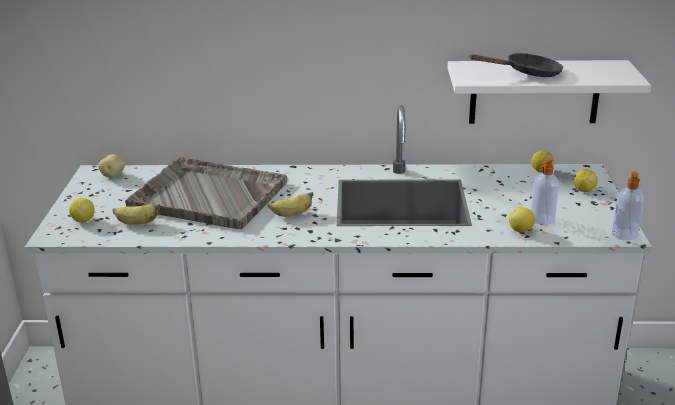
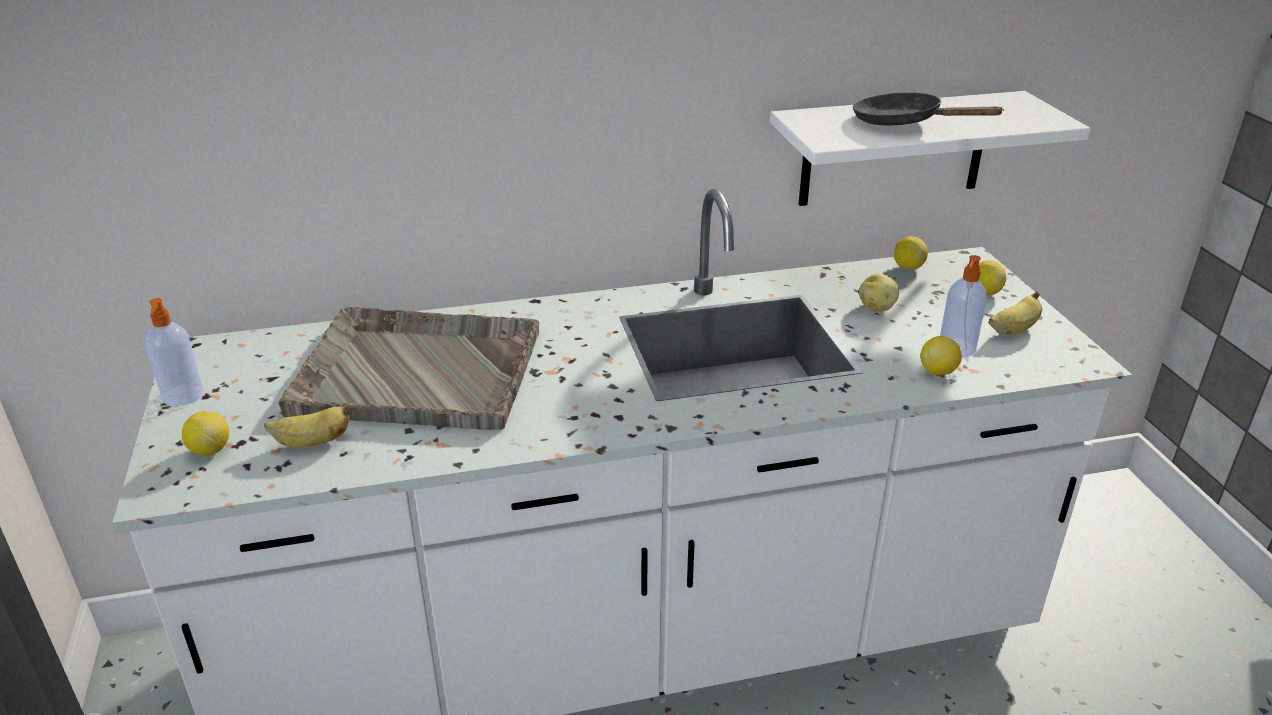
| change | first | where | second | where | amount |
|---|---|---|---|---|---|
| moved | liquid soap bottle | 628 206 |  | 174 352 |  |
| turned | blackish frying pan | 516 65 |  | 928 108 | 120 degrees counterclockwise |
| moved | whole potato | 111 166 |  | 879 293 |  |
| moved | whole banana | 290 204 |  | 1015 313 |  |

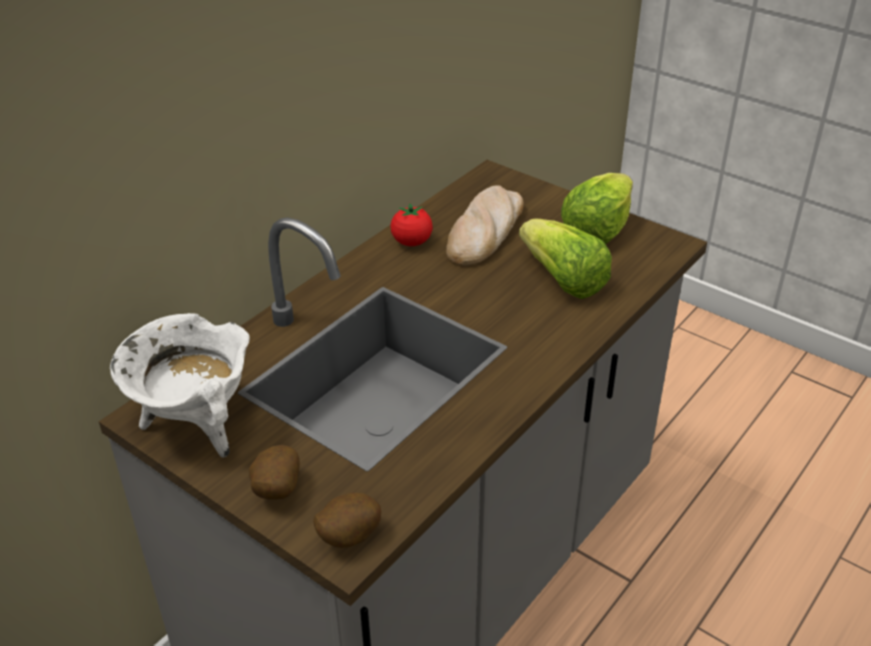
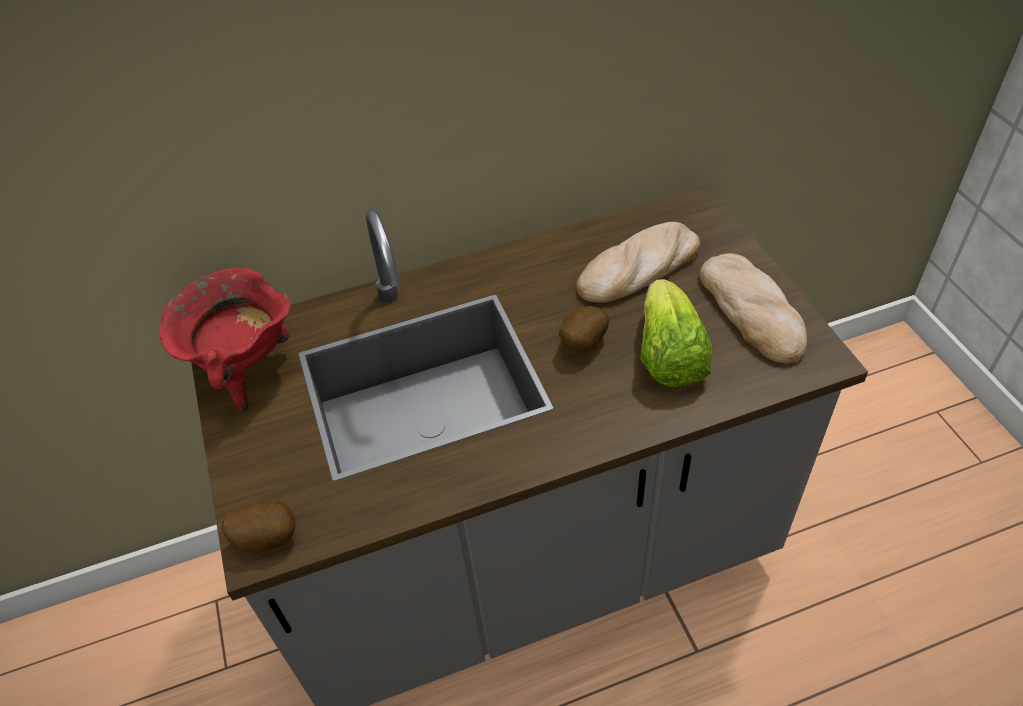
| change | first | where | second | where | amount |
|---|---|---|---|---|---|
| recoloured | white-coloured cooking pot | 179 385 | reddish cooking pot | 225 340 |  |
| moved | whole potato | 274 472 |  | 584 328 |  |
| replaced | lettuce head | 597 208 | bakery bread | 753 308 |  |
| removed | tomato | 412 224 |  |  |  |

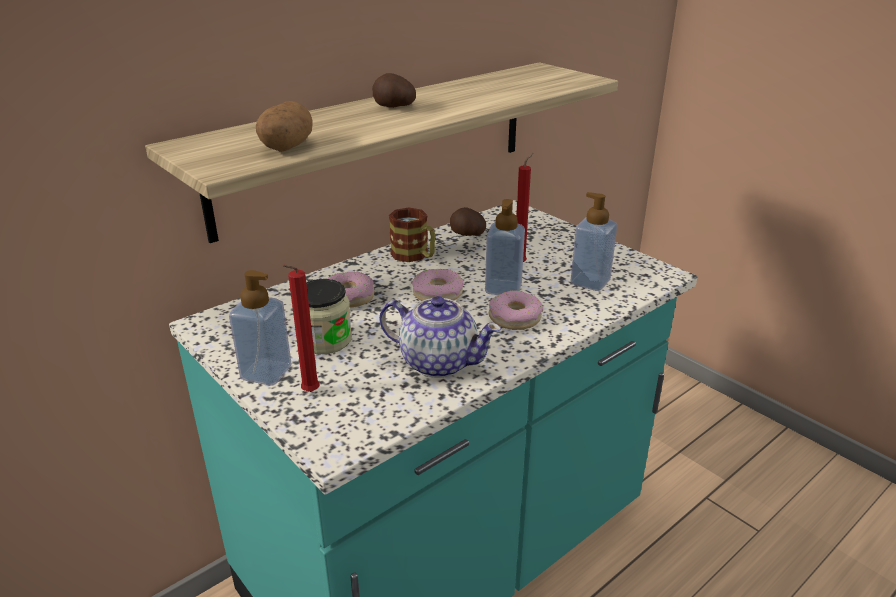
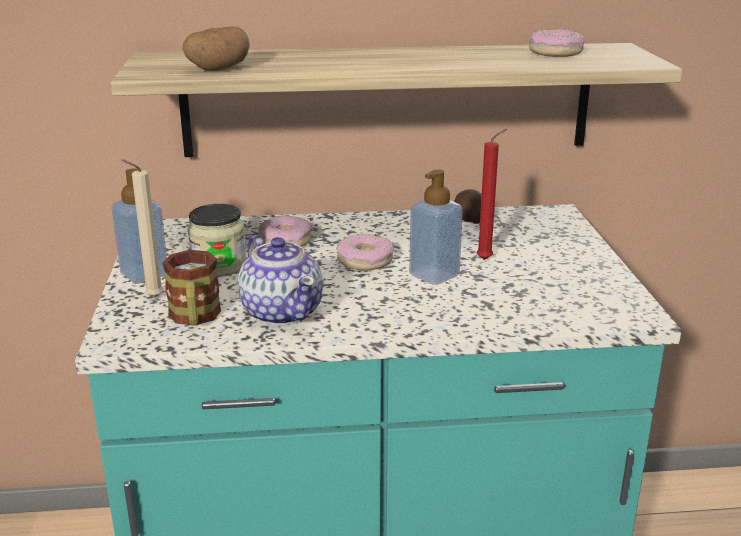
| change | first | where | second | where | amount |
|---|---|---|---|---|---|
| recoloured | reddish wax candle | 301 328 | beige-coloured wax candle | 142 228 |  |
| moved | tea mug | 412 235 |  | 191 288 |  |
| moved | doughnut | 515 310 |  | 557 43 |  |
| removed | whole potato | 394 90 |  |  |  |
| removed | liquid soap bottle | 594 241 |  |  |  |

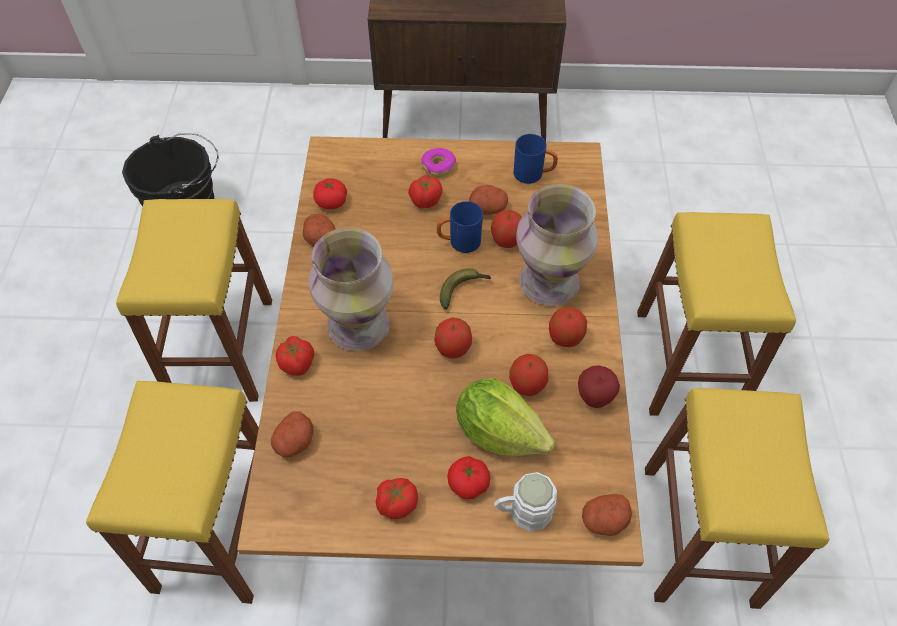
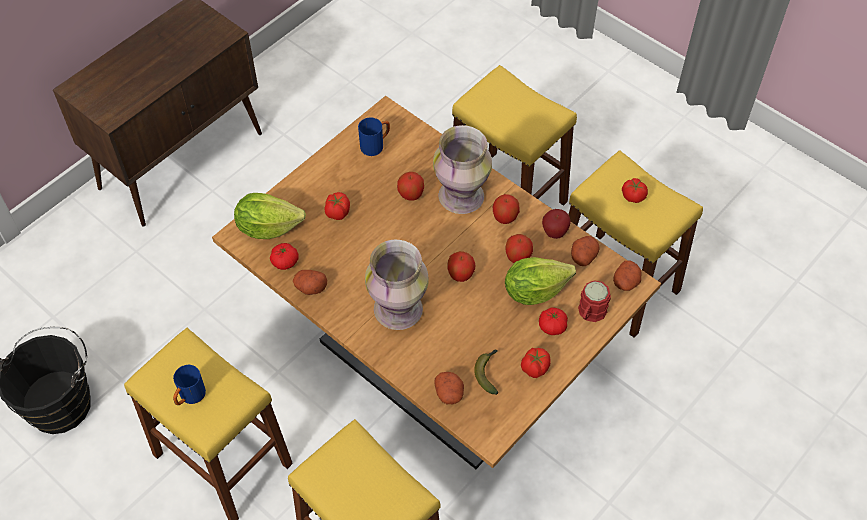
| change | first | where | second | where | amount |
|---|---|---|---|---|---|
| moved | bluish tea mug | 460 227 |  | 189 385 |  |
| added |  |  | lettuce head | 270 216 |  |
| moved | whole banana | 465 288 |  | 486 372 |  |
| moved | whole potato | 488 200 |  | 585 251 |  |
| recoloured | white-coloured tea mug | 525 501 | reddish tea mug | 594 301 |  |
| moved | tomato | 295 356 |  | 635 190 |  |
| removed | doughnut | 438 162 |  |  |  |

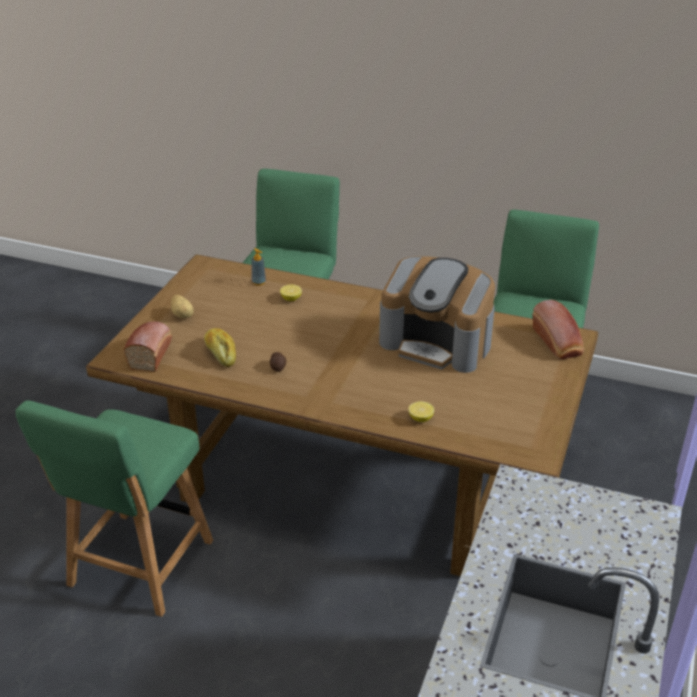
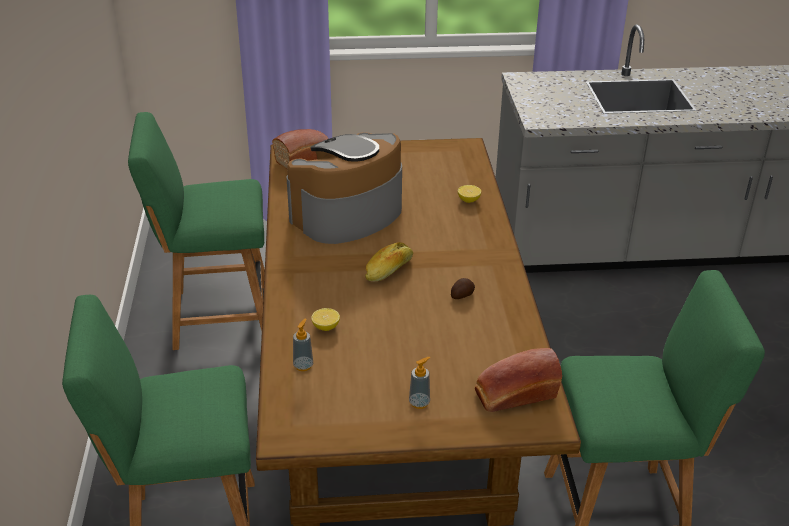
| change | first | where | second | where | amount |
|---|---|---|---|---|---|
| turned | coffee machine | 437 314 |  | 344 188 | 135 degrees counterclockwise |
| moved | bakery bread | 220 347 |  | 389 261 |  |
| replaced | whole potato | 182 306 | liquid soap bottle | 419 383 |  |

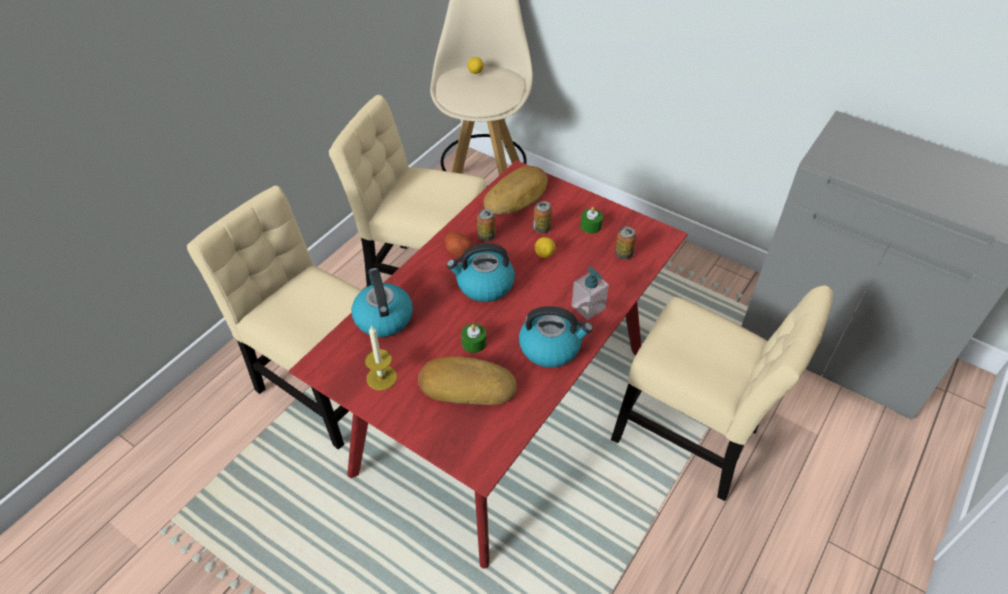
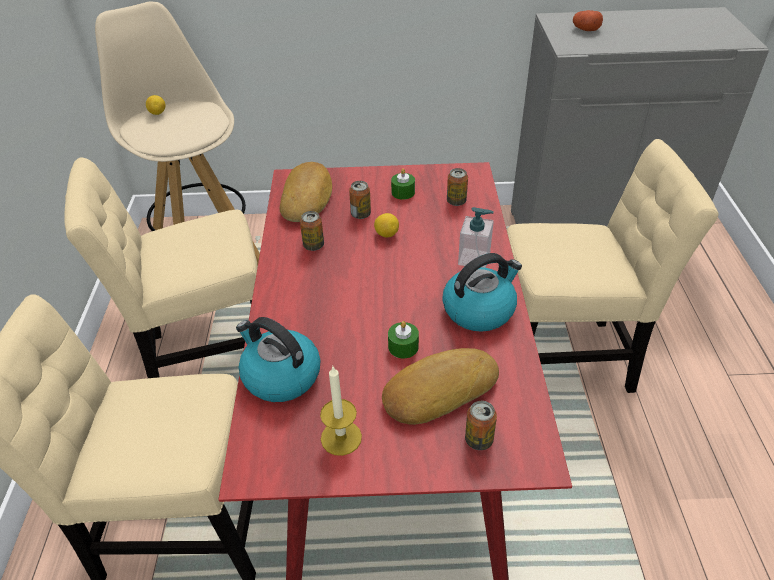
| change | first | where | second | where | amount |
|---|---|---|---|---|---|
| added |  |  | metal can | 481 425 |  |
| moved | whole potato | 458 244 |  | 588 20 |  |
| removed | tea kettle | 481 272 |  |  |  |

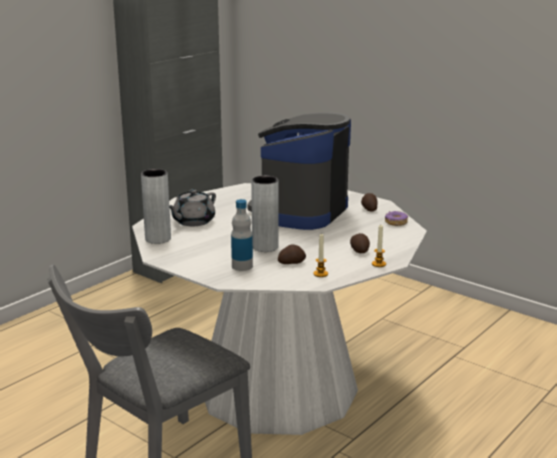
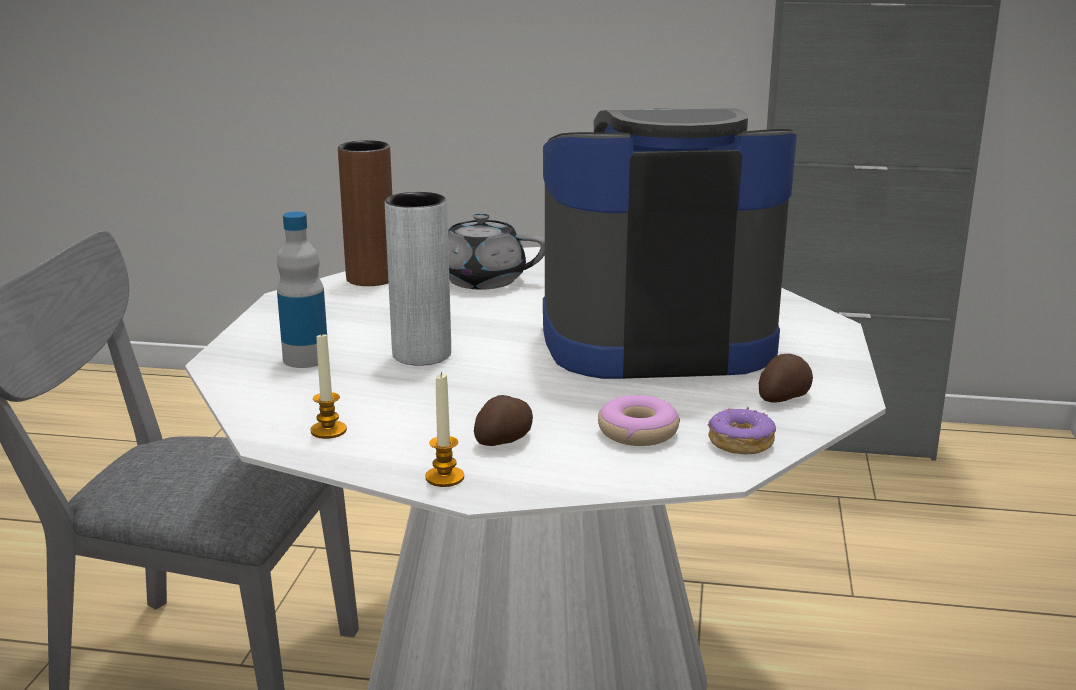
| change | first | where | second | where | amount |
|---|---|---|---|---|---|
| recoloured | greyish vase | 156 206 | brown vase | 365 213 |  |
| added |  |  | doughnut | 639 420 |  |
| removed | whole potato | 292 254 |  |  |  |

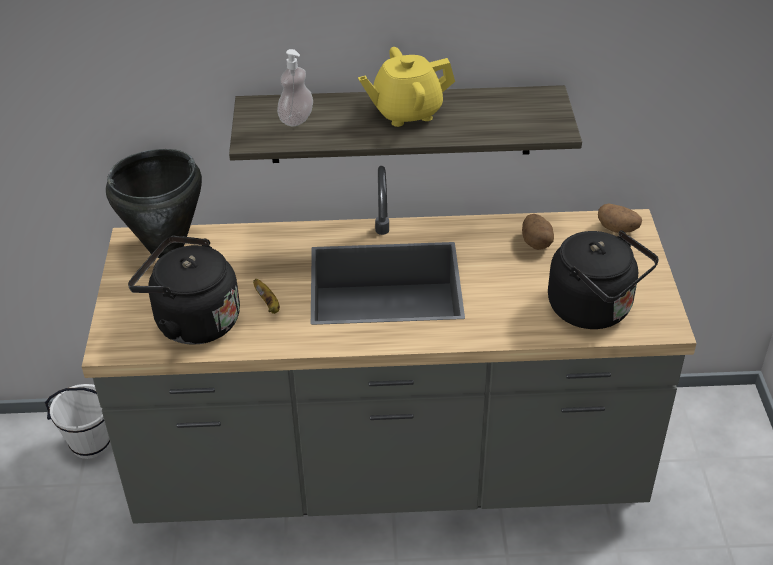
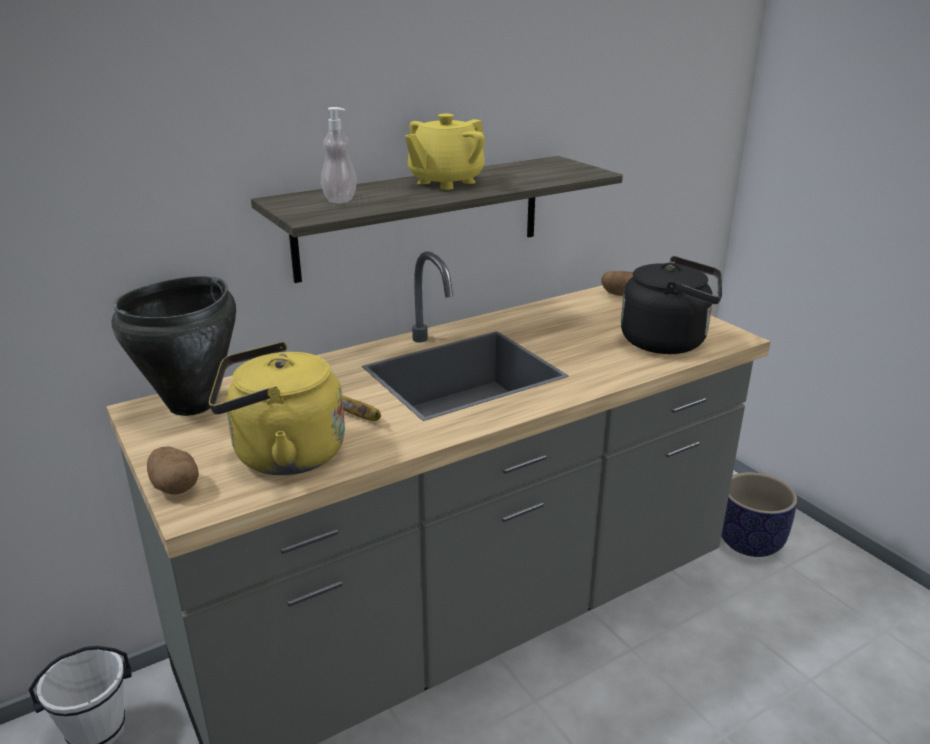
| change | first | where | second | where | amount |
|---|---|---|---|---|---|
| moved | whole potato | 538 232 |  | 173 470 |  |
| recoloured | blackish tea kettle | 184 290 | yellow tea kettle | 277 408 |  |
| added |  |  | plant pot | 759 514 |  |

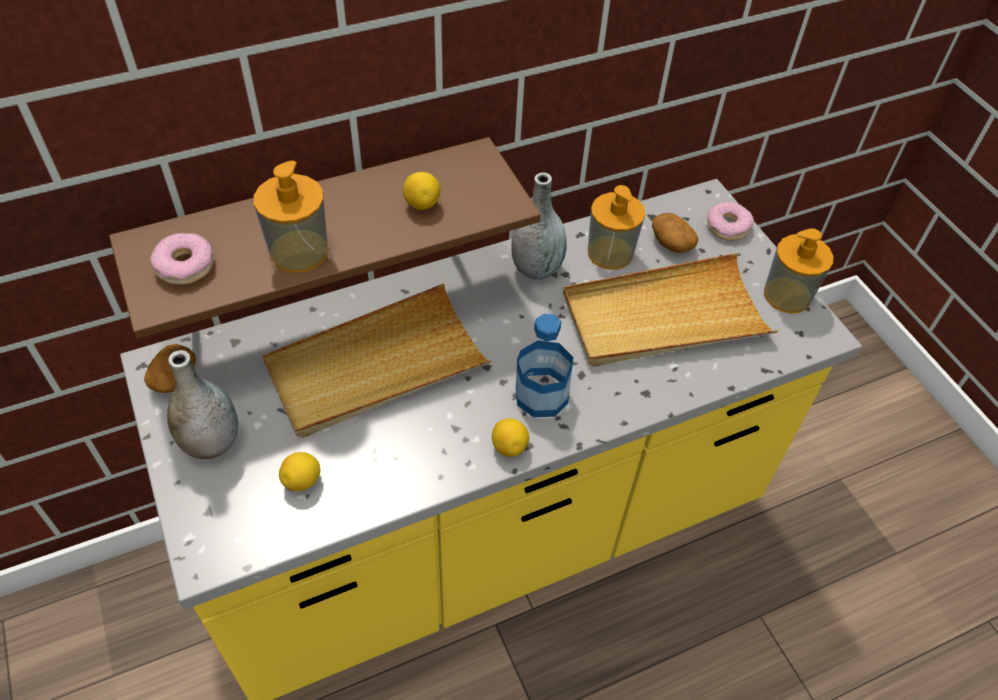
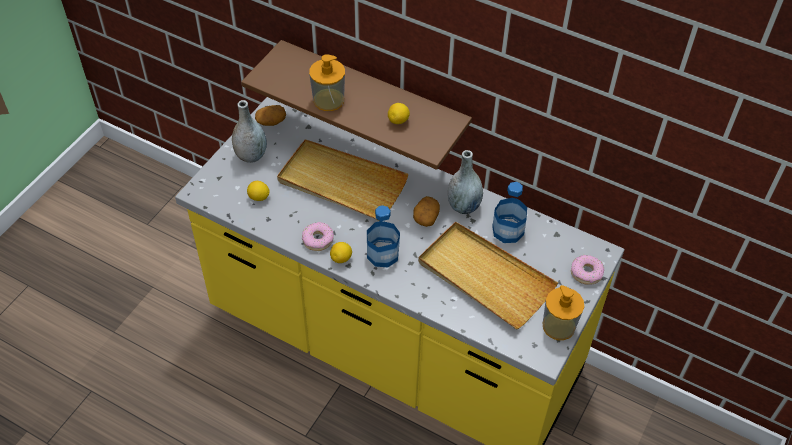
| change | first | where | second | where | amount |
|---|---|---|---|---|---|
| moved | doughnut | 182 259 |  | 318 236 |  |
| moved | whole potato | 675 233 |  | 426 211 |  |
| replaced | liquid soap bottle | 616 227 | bottle | 509 212 |  |

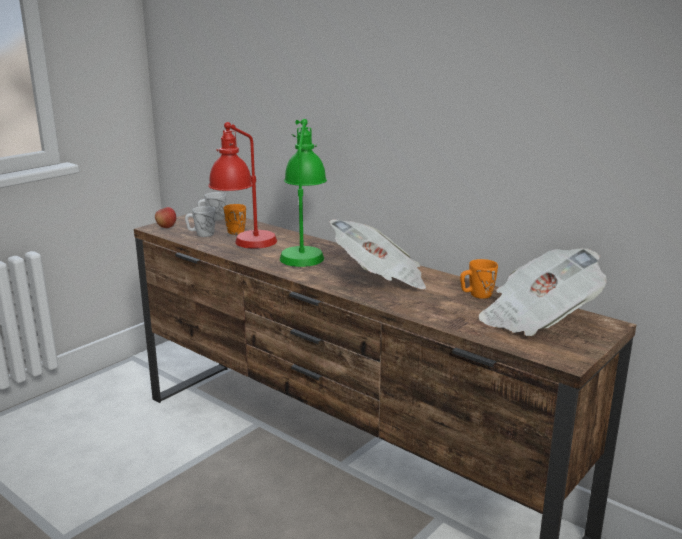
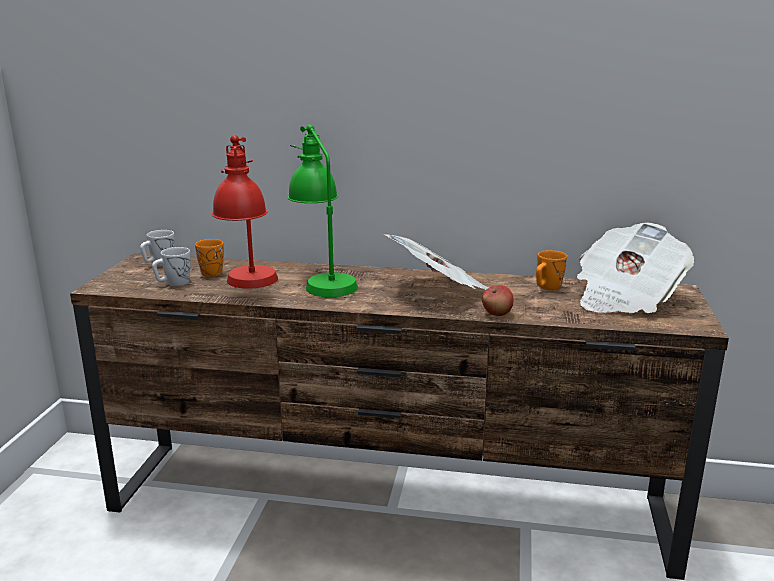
| change | first | where | second | where | amount |
|---|---|---|---|---|---|
| moved | whole apple | 165 217 |  | 498 300 |  |

